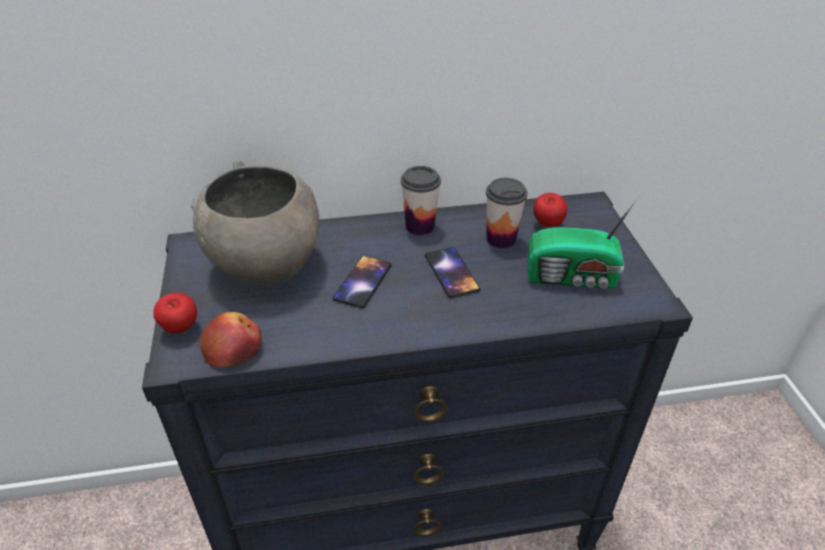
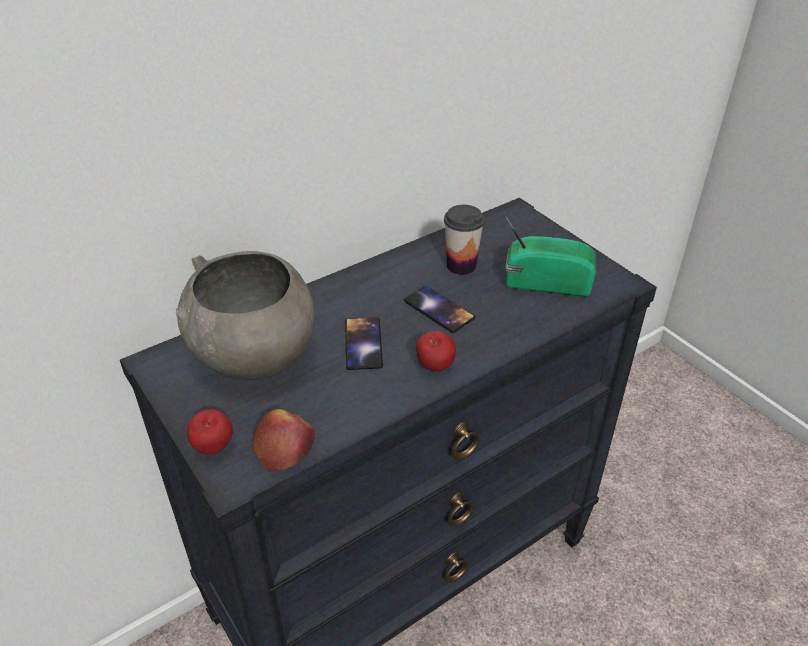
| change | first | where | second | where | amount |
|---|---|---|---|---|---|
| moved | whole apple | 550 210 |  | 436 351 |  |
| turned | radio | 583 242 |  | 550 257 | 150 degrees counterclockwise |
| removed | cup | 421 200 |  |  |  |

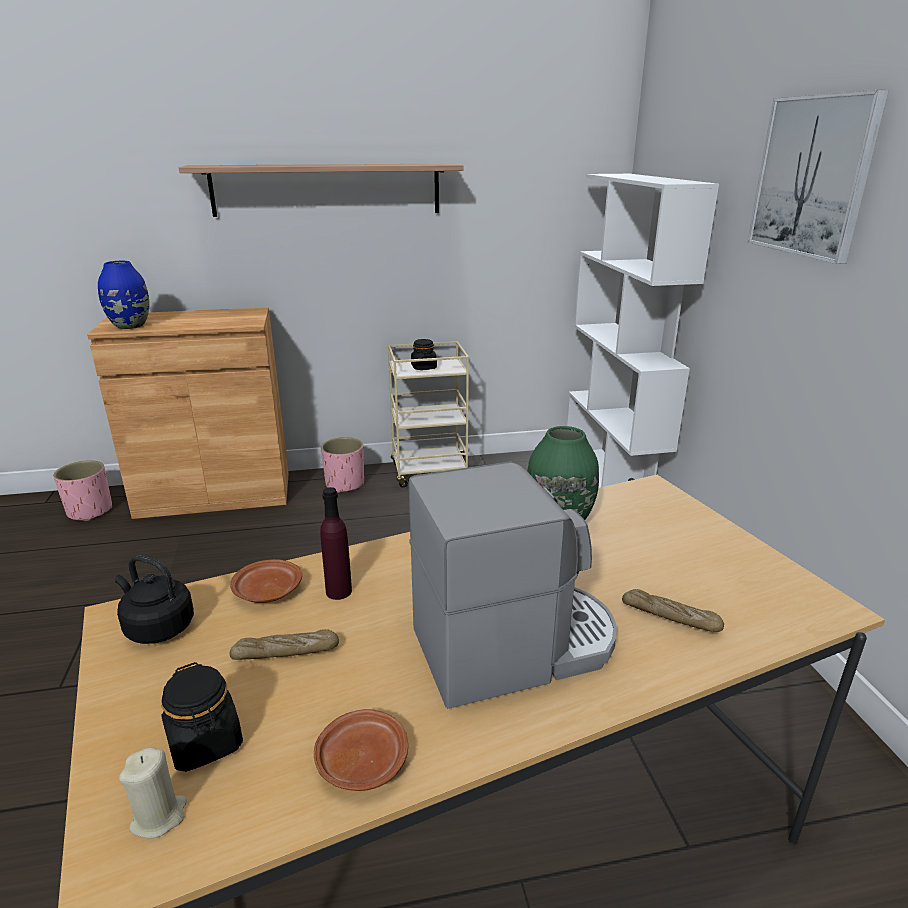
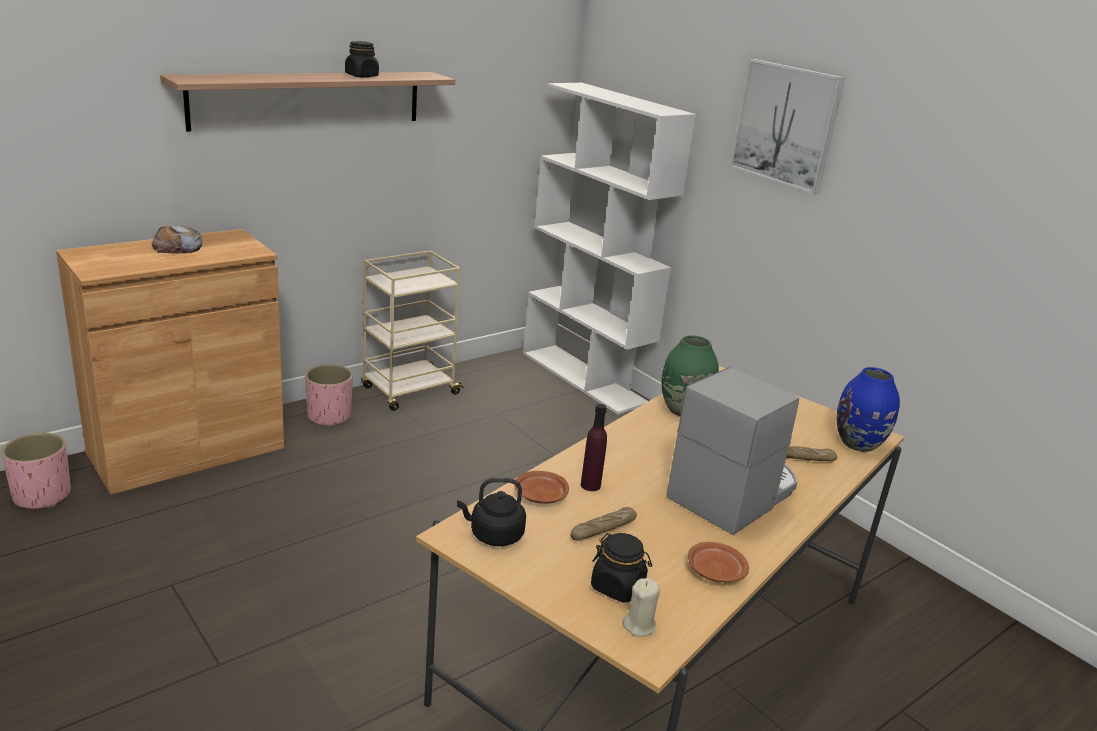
| change | first | where | second | where | amount |
|---|---|---|---|---|---|
| added |  |  | bakery bread | 177 239 |  |
| moved | blackish jar | 424 354 |  | 362 59 |  |
| moved | bluish vase | 123 295 |  | 868 409 |  |

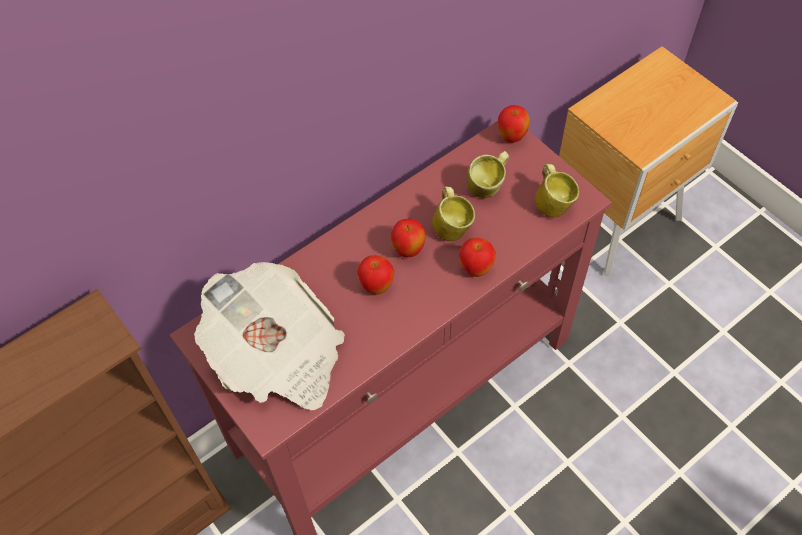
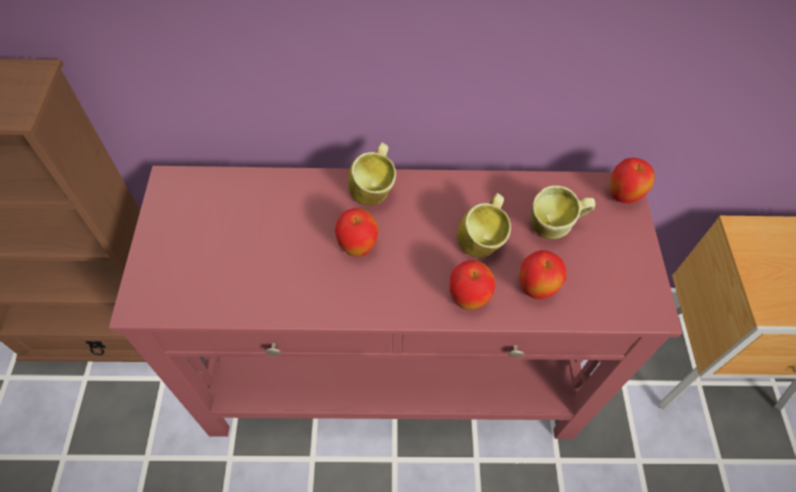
| change | first | where | second | where | amount |
|---|---|---|---|---|---|
| moved | tea mug | 557 191 |  | 372 174 |  |
| moved | whole apple | 408 238 |  | 542 275 |  |
| removed | printed paper | 269 336 |  |  |  |

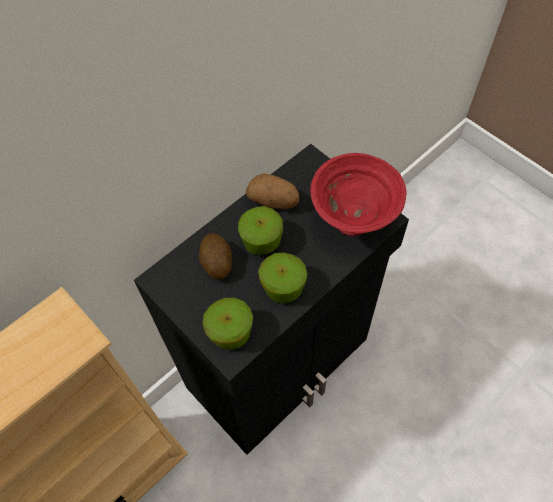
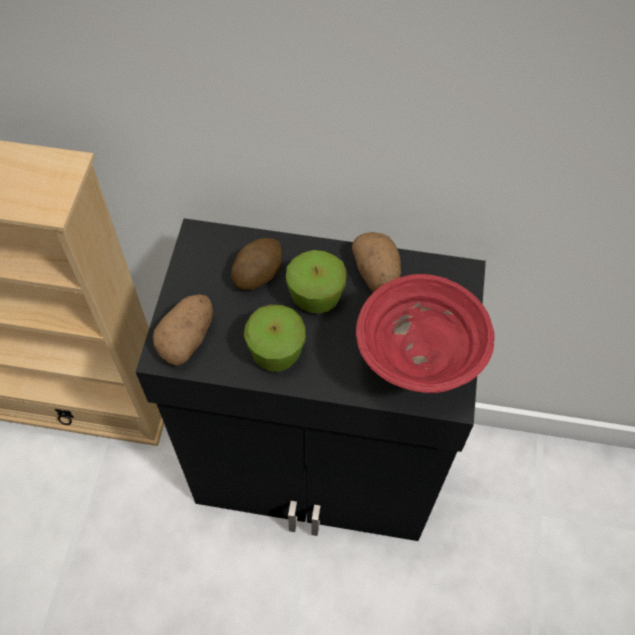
| change | first | where | second | where | amount |
|---|---|---|---|---|---|
| replaced | whole apple | 228 324 | whole potato | 183 330 |  |

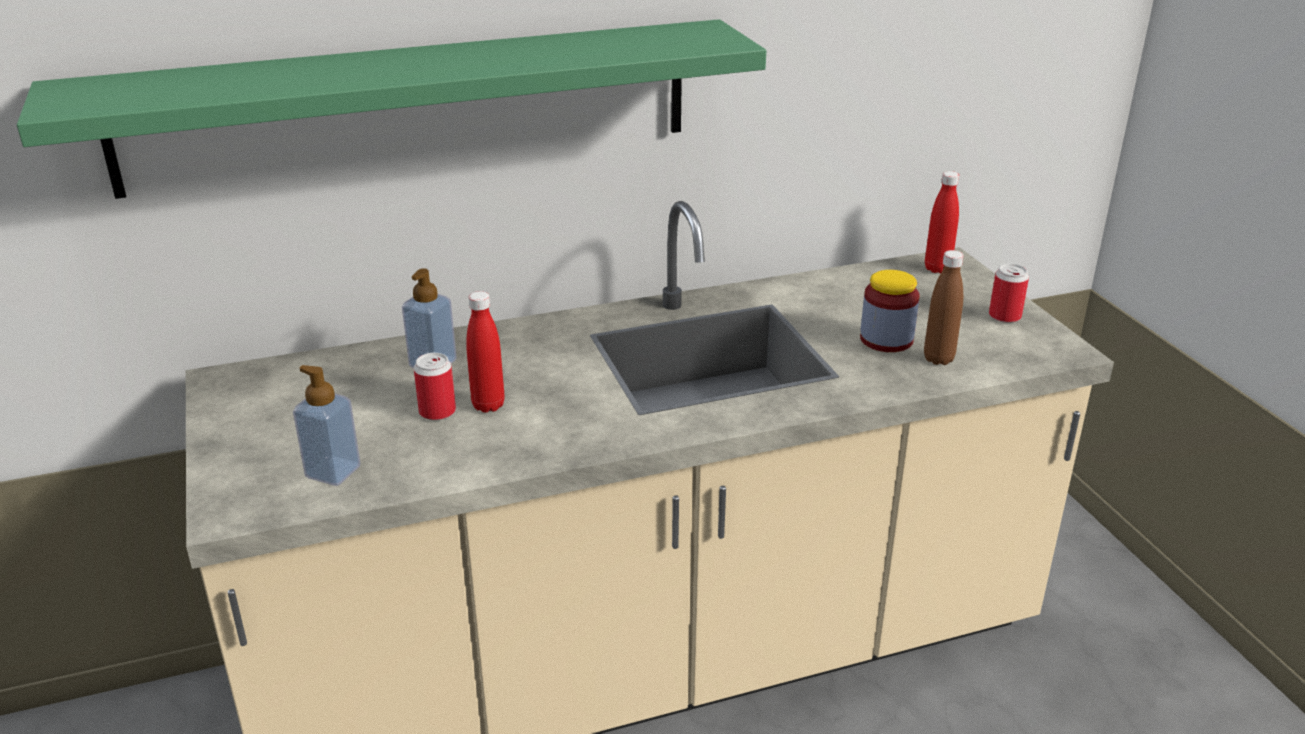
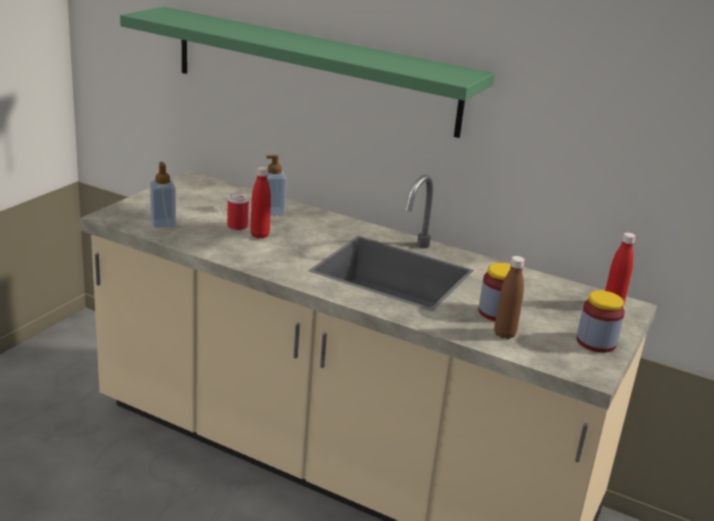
| change | first | where | second | where | amount |
|---|---|---|---|---|---|
| replaced | metal can | 1009 293 | jar | 601 322 |  |

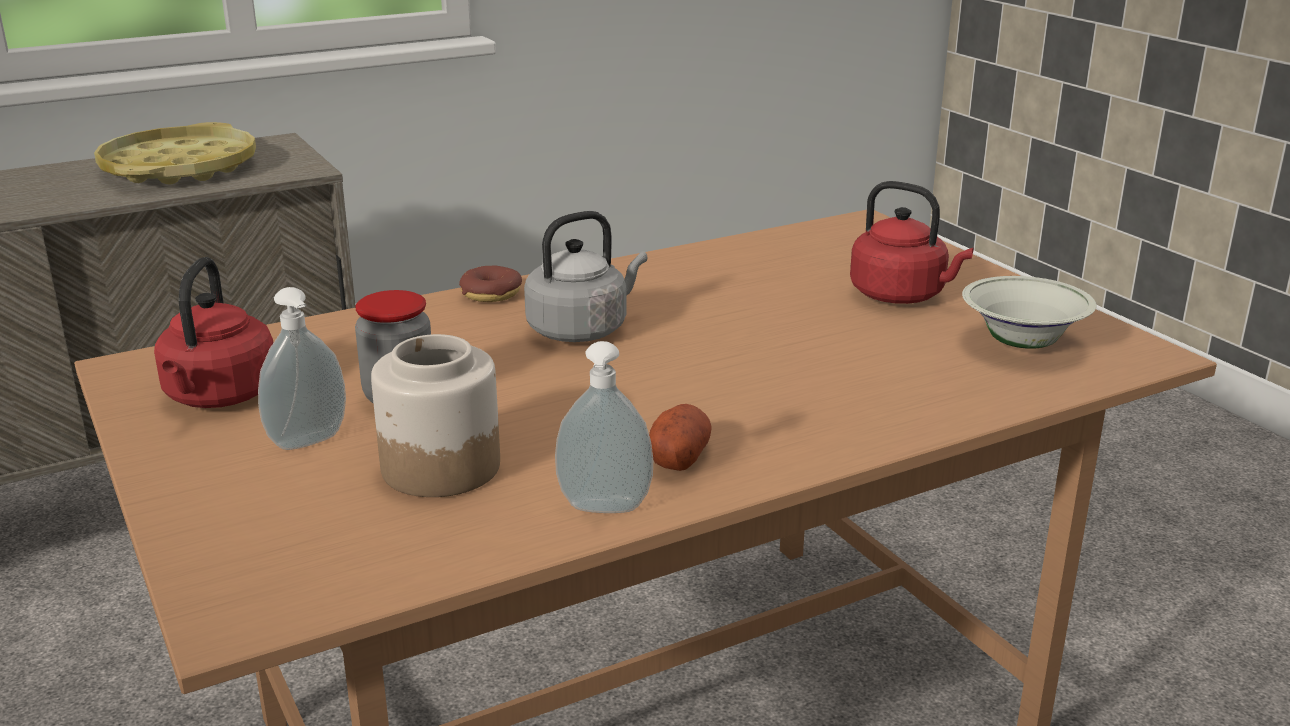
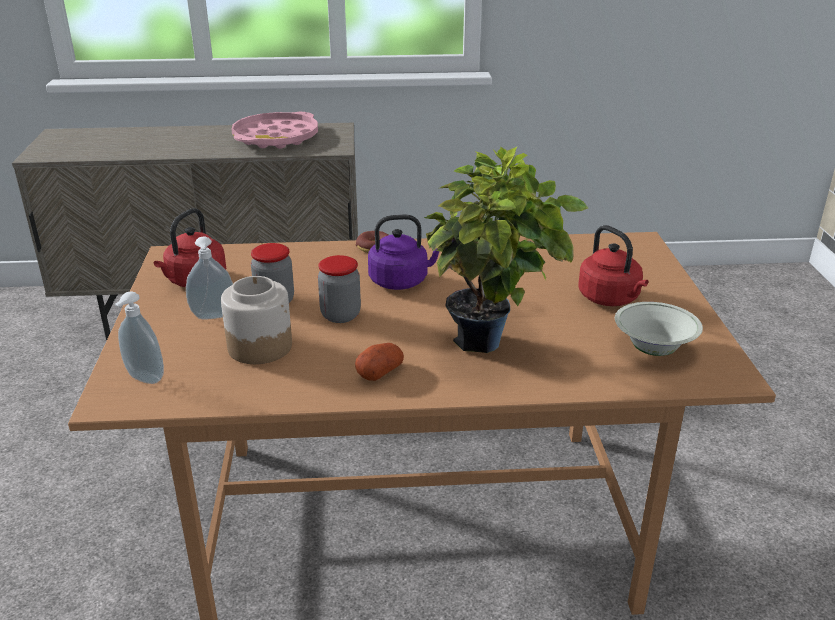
| change | first | where | second | where | amount |
|---|---|---|---|---|---|
| moved | liquid soap bottle | 604 427 |  | 139 337 |  |
| recoloured | yellow carrying tray | 175 153 | pink-coloured carrying tray | 275 130 |  |
| added |  |  | jar | 339 289 |  |
| recoloured | greyish tea kettle | 585 276 | purple tea kettle | 404 252 |  |
| added |  |  | plant in a pot | 506 250 |  |

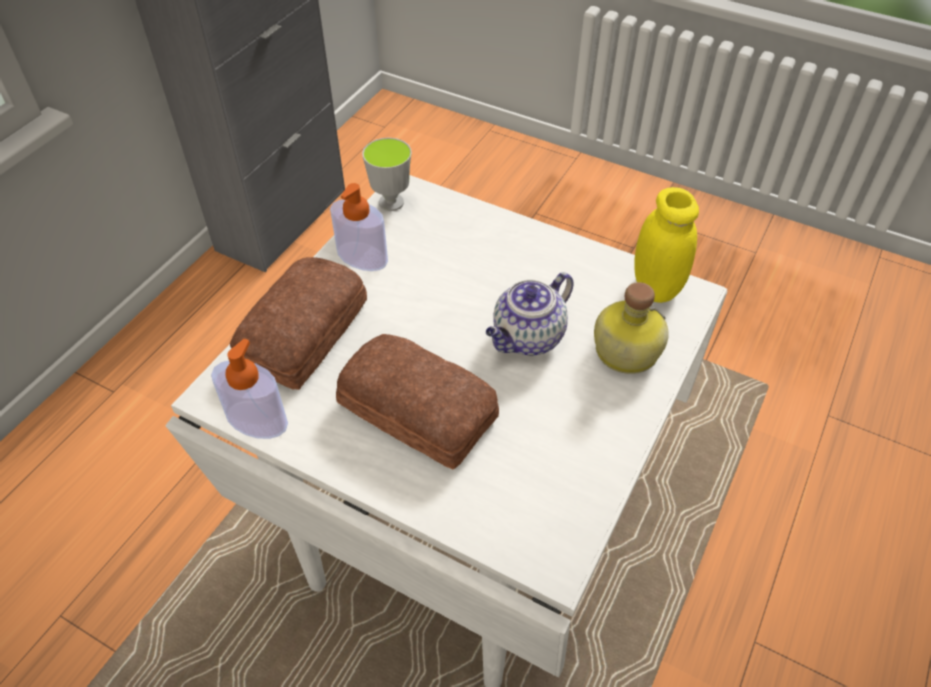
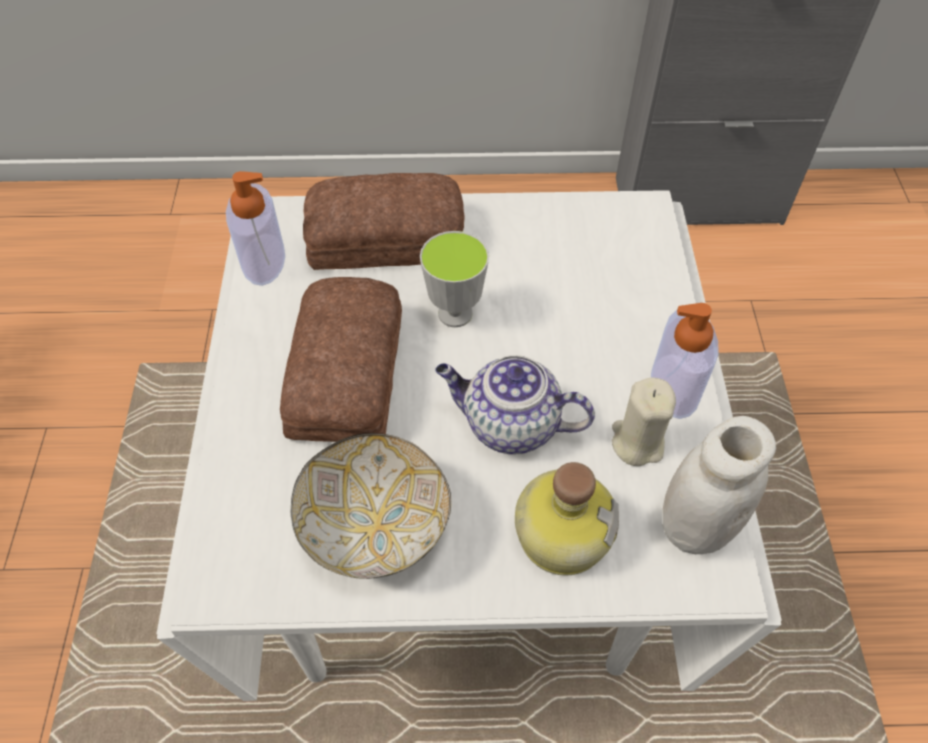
| change | first | where | second | where | amount |
|---|---|---|---|---|---|
| added |  |  | bowl | 371 506 |  |
| moved | cup | 387 174 |  | 454 279 |  |
| added |  |  | beige-coloured wax candle | 644 422 |  |
| moved | liquid soap bottle | 359 227 |  | 685 361 |  |
| recoloured | yellow jar | 666 245 | white-coloured jar | 719 485 |  |

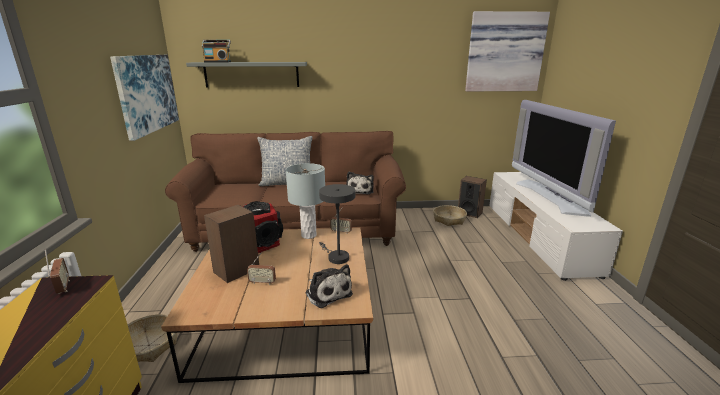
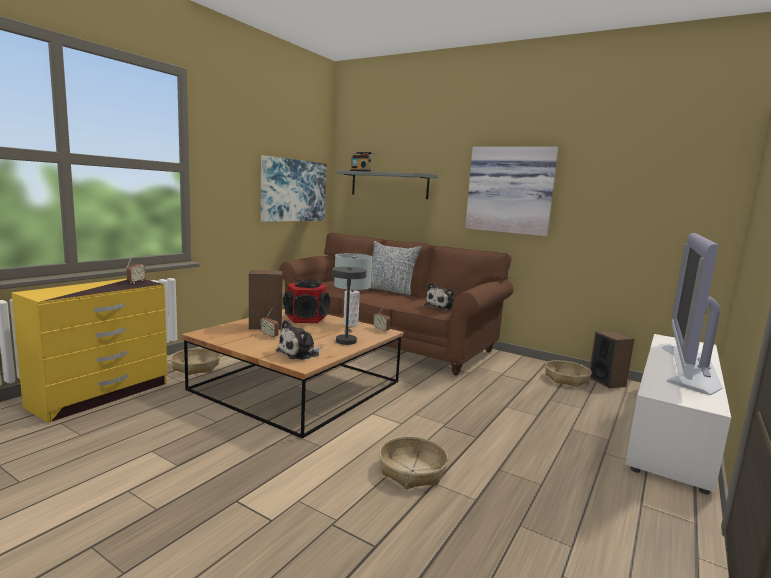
| change | first | where | second | where | amount |
|---|---|---|---|---|---|
| turned | plush toy | 329 286 |  | 299 340 | 45 degrees clockwise |
| added |  |  | household basket | 413 463 |  |
| moved | wall picture | 507 51 |  | 511 191 |  |

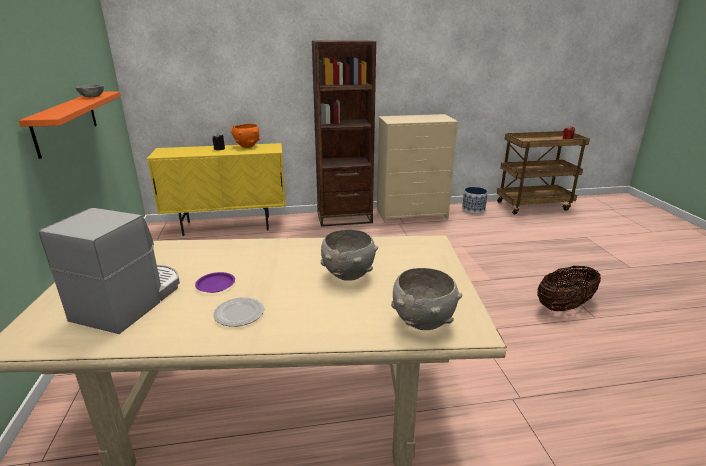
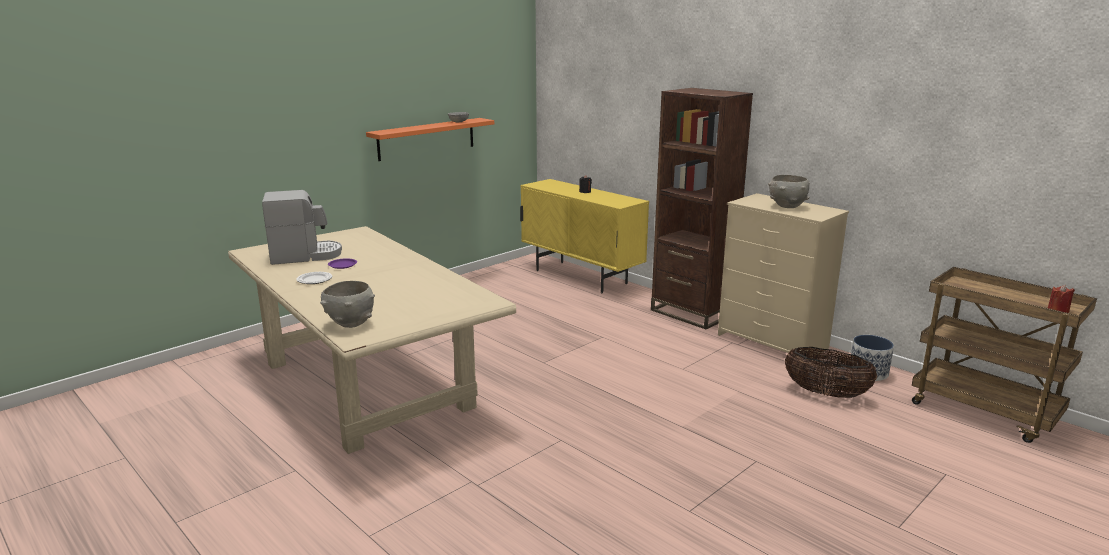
| change | first | where | second | where | amount |
|---|---|---|---|---|---|
| moved | greyish bowl | 349 255 |  | 789 191 |  |
| moved | household basket | 569 288 |  | 831 372 |  |
| removed | orangey bowl | 245 136 |  |  |  |

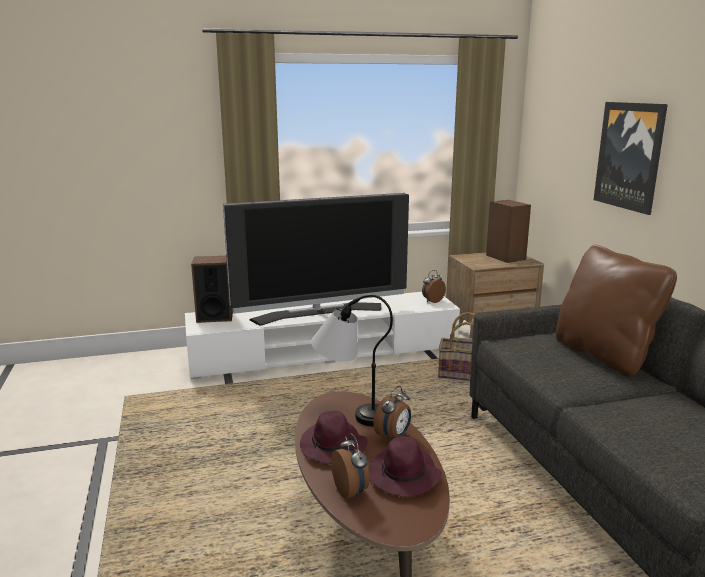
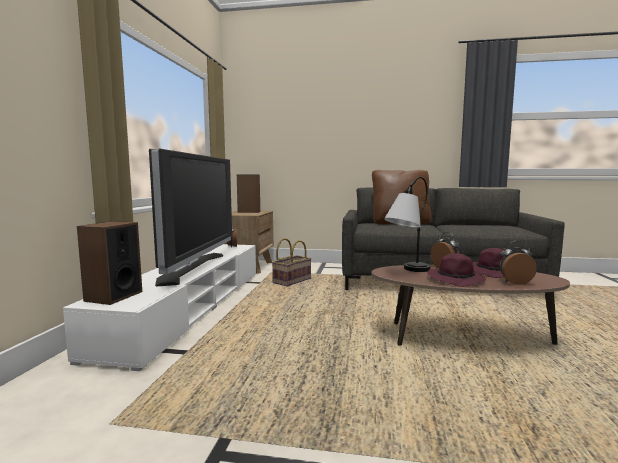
| change | first | where | second | where | amount |
|---|---|---|---|---|---|
| removed | wall picture | 631 158 |  |  |  |

